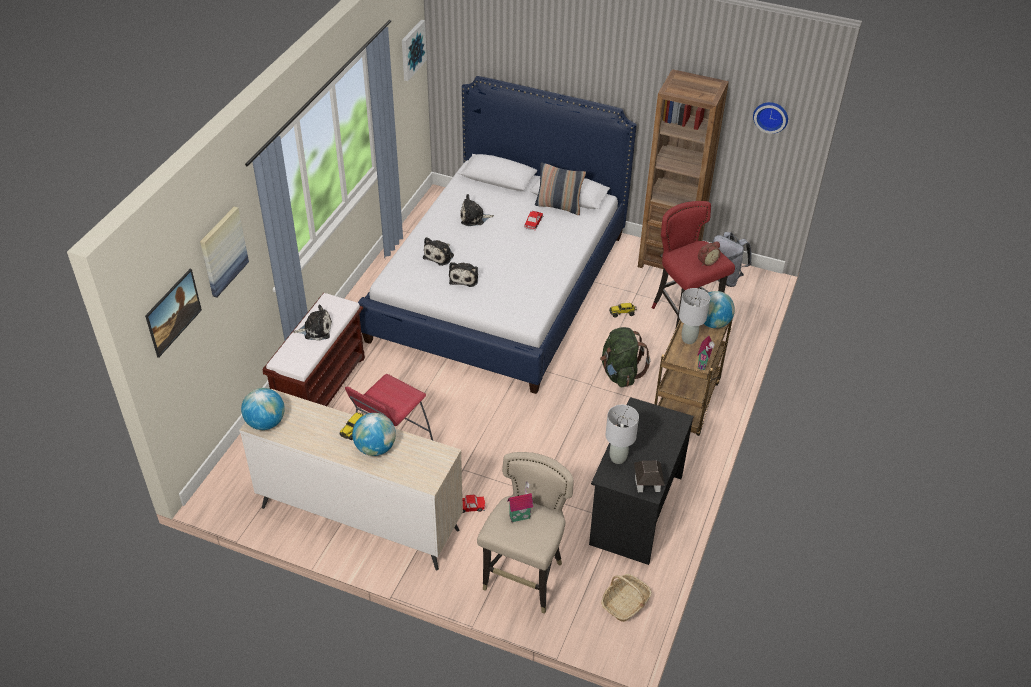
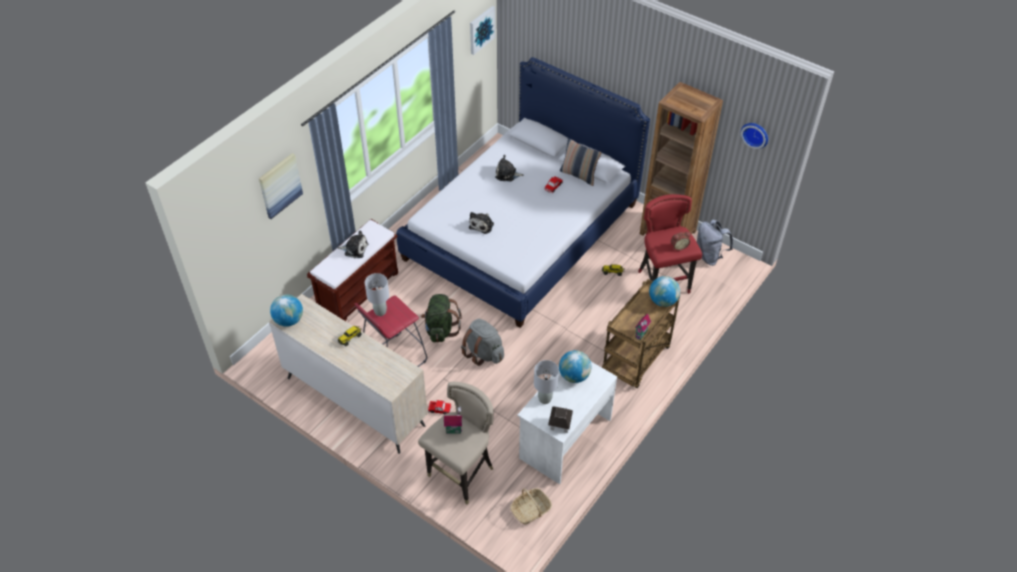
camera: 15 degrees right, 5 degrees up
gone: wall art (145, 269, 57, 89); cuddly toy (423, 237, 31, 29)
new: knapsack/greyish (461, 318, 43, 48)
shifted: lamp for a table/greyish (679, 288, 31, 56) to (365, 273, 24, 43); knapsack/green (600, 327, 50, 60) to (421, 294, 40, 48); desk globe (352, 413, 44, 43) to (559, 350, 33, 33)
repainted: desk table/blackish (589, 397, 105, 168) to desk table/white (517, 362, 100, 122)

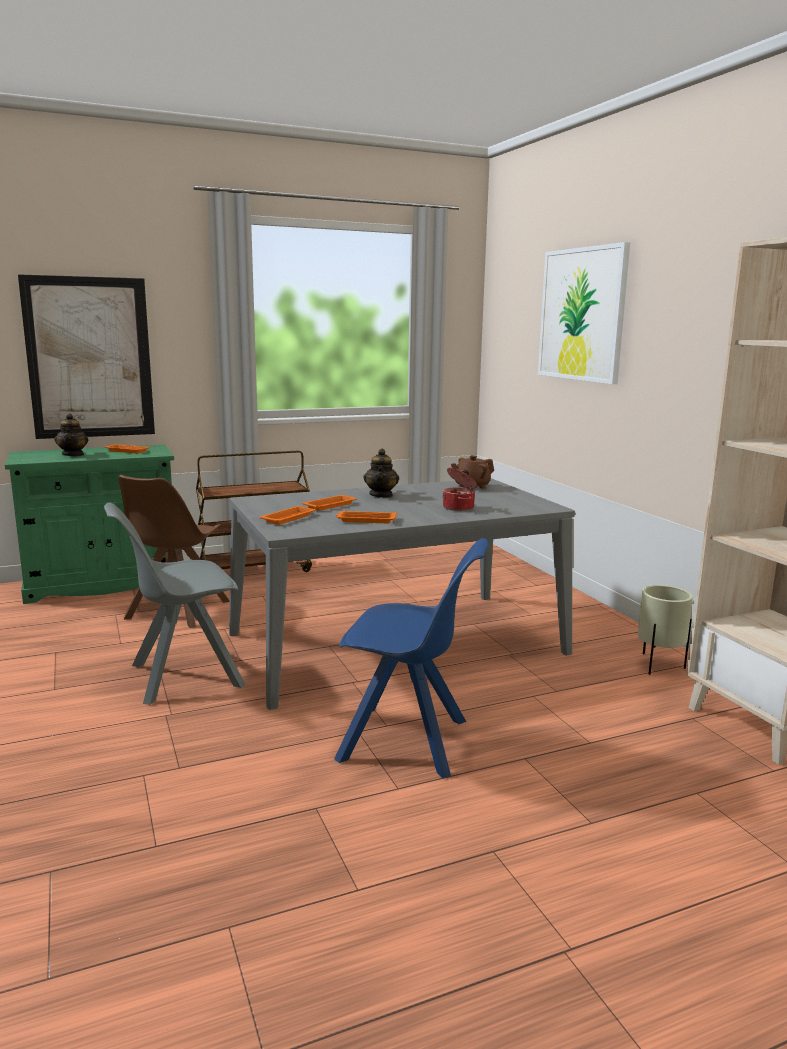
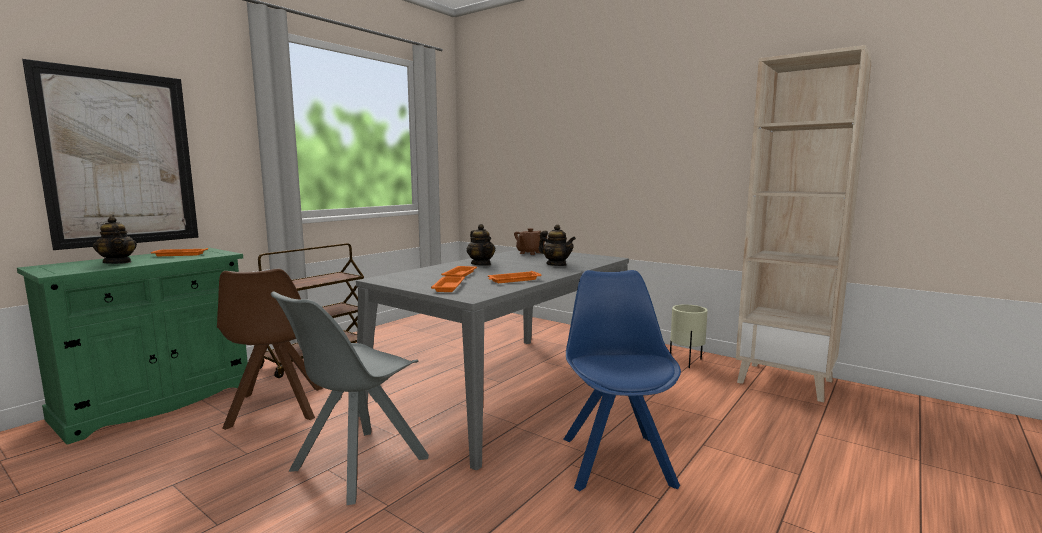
camera: 30 degrees left, 5 degrees down
gone: wall art (538, 242, 92, 142)
swapped: stockpot (442, 467, 35, 44) to teapot (539, 224, 37, 42)
rotated: chair/blue (334, 538, 155, 240) = (563, 270, 118, 221) 75 degrees counterclockwise

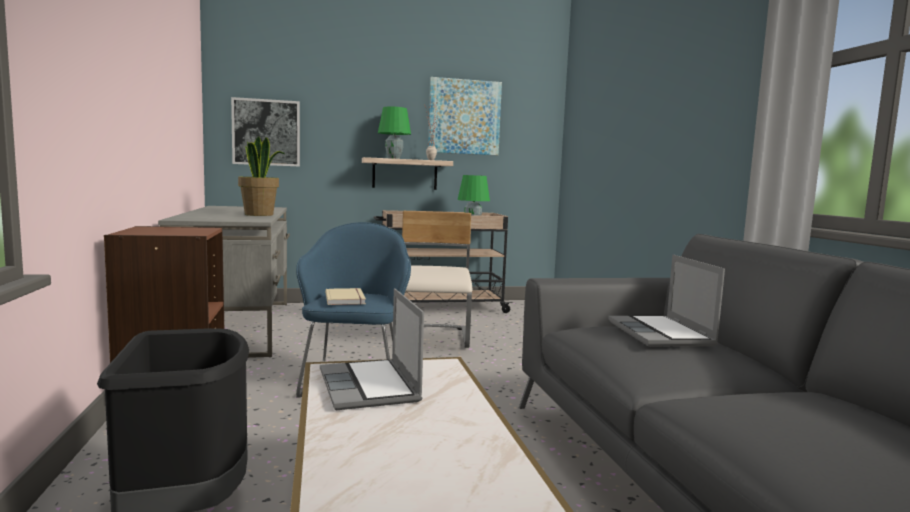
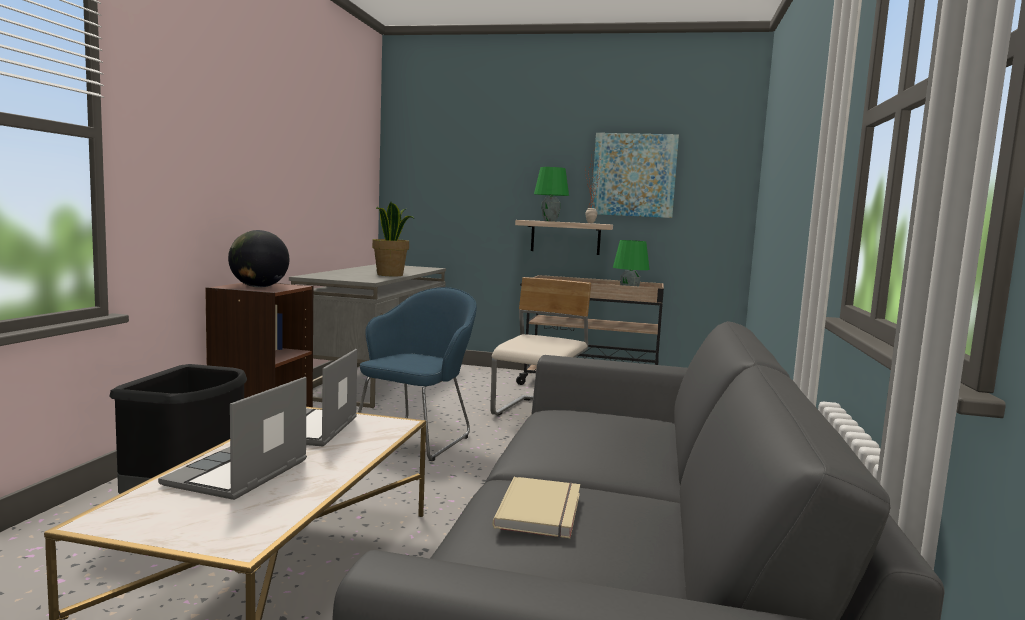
camera: 25 degrees right, 0 degrees up
gone: wall art (231, 97, 69, 70)
new: desk globe (228, 230, 61, 58)
shifted: notebook computer (608, 254, 117, 92) to (158, 377, 149, 123); volume/beige (325, 288, 41, 17) to (493, 477, 87, 61)

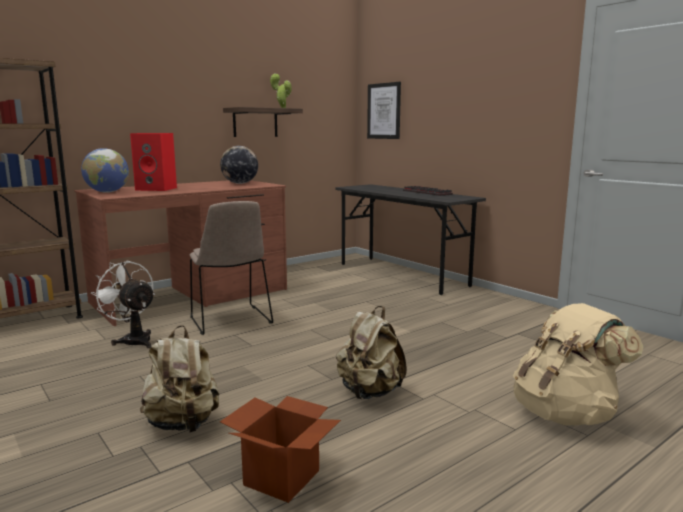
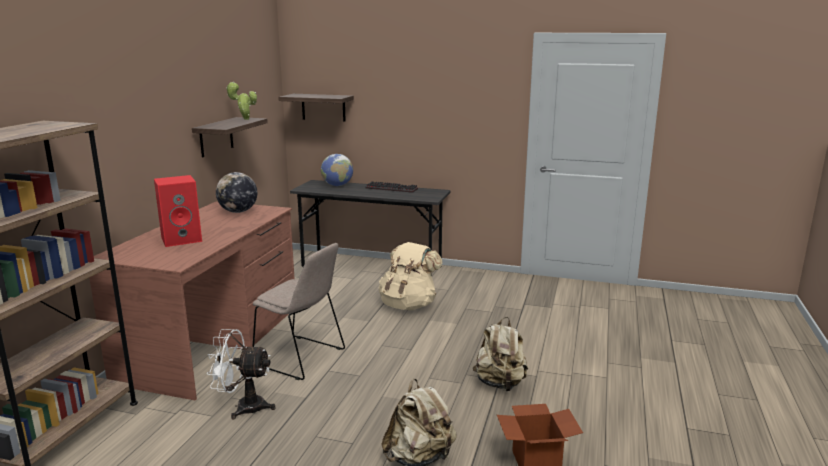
camera: 35 degrees left, 5 degrees up
shifted: desk globe (81, 148, 48, 45) to (321, 154, 32, 32); knapsack/beige (513, 303, 130, 123) to (378, 242, 65, 68)
swapped: wall art (367, 82, 34, 57) to shelf (278, 94, 76, 27)

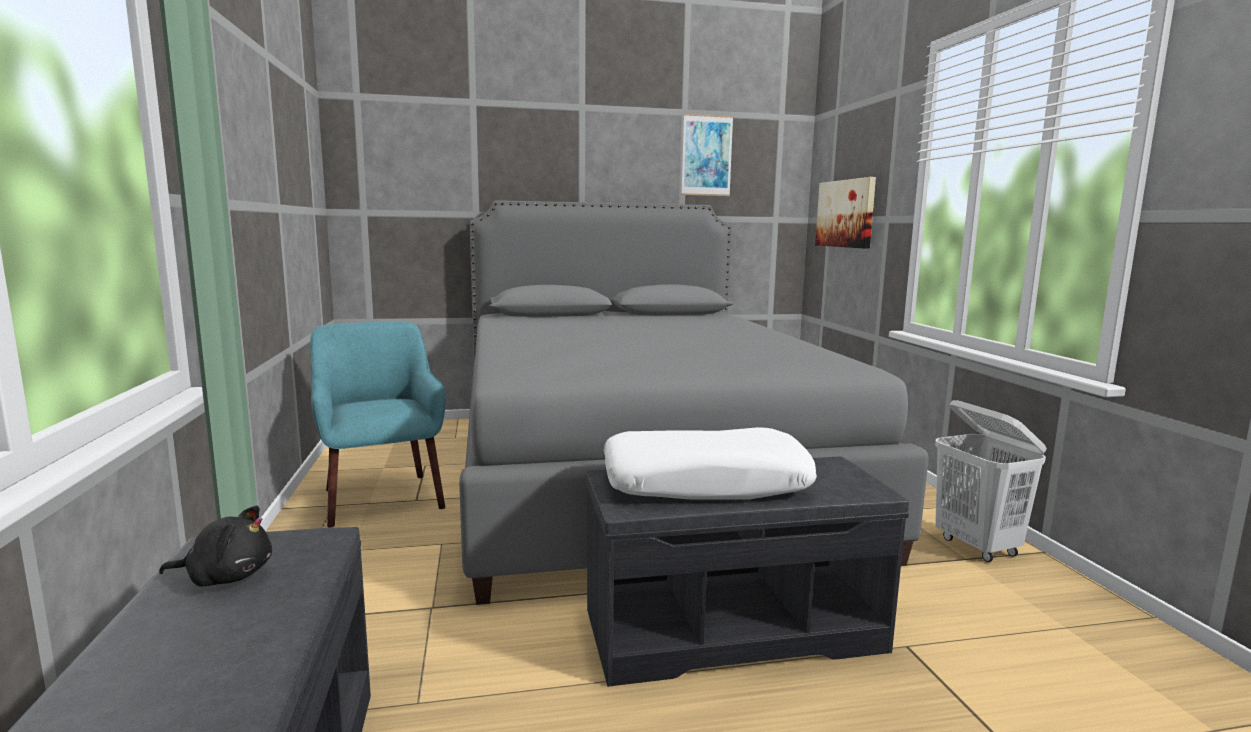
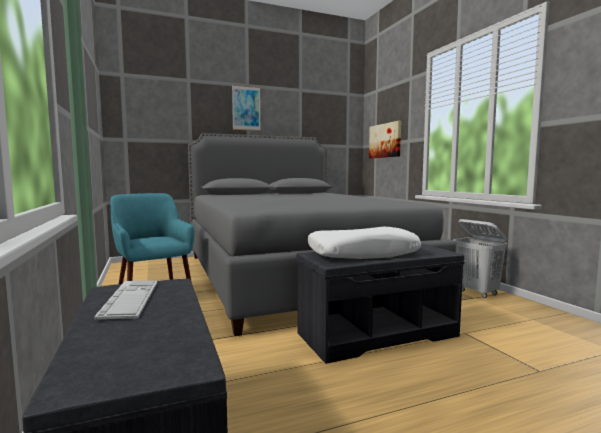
camera: 10 degrees left, 5 degrees down
shifted: wall art (681, 114, 52, 82) to (232, 85, 29, 46)
swapped: cuddly toy/blackish (159, 505, 113, 82) to computer keyboard (94, 280, 63, 39)

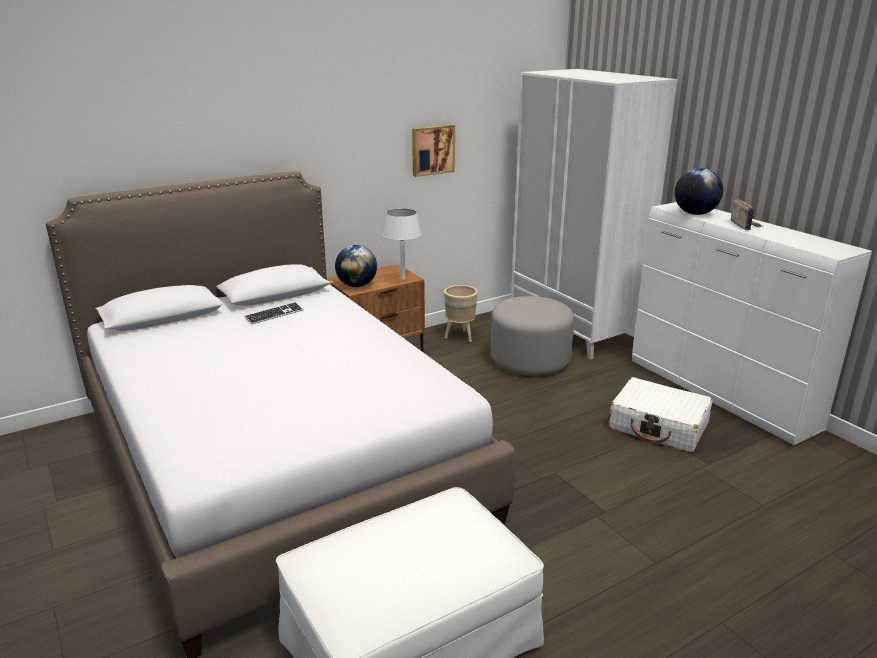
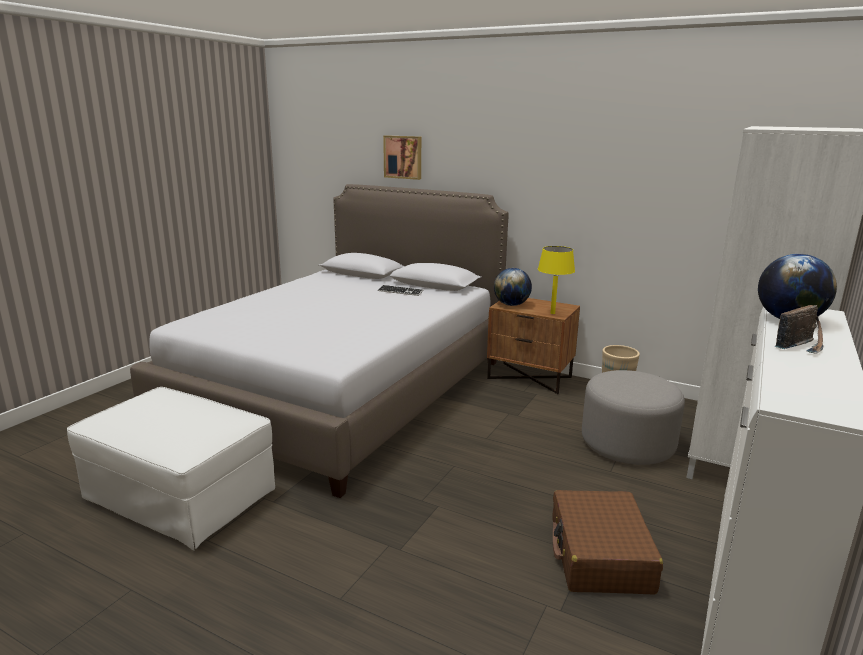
camera: 60 degrees right, 5 degrees down
shifted: wall art (412, 125, 43, 52) to (383, 135, 38, 45)
repainted: lamp for a table/white (383, 208, 38, 71) to lamp for a table/yellow-coloured (538, 246, 37, 68); piece of luggage/white (609, 377, 104, 76) to piece of luggage/brown (552, 490, 111, 104)

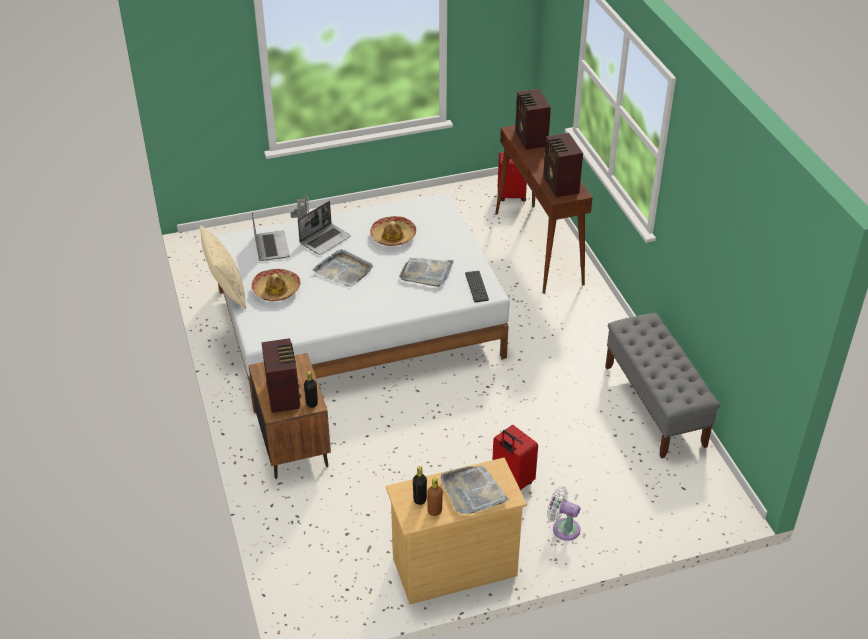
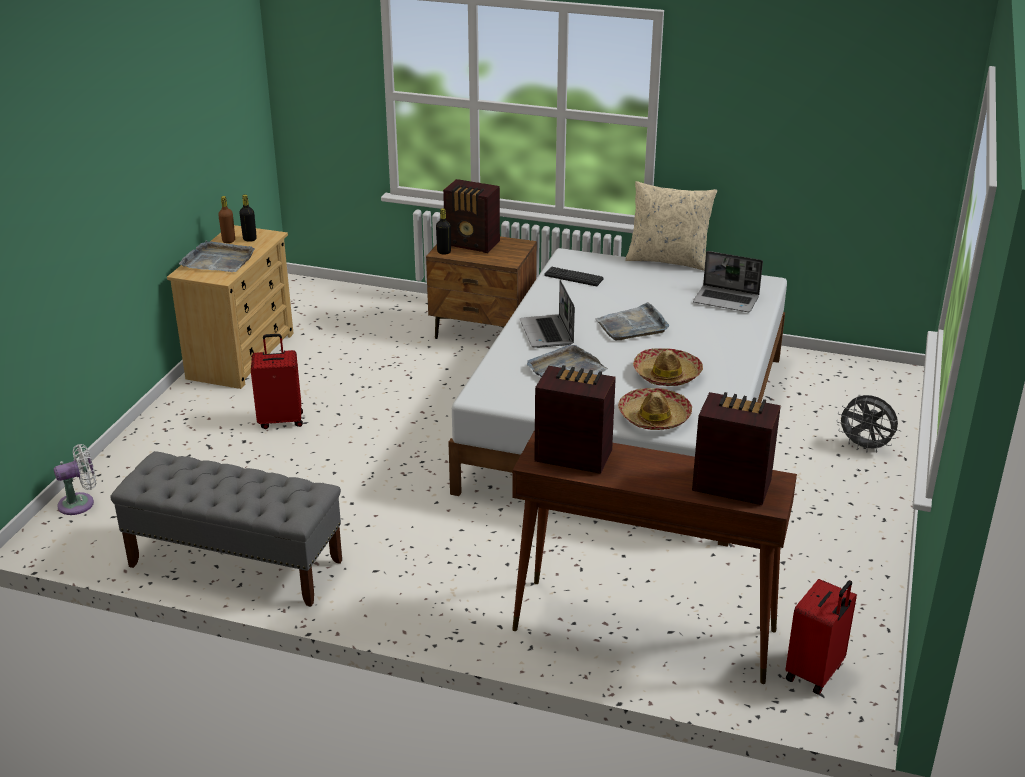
camera: 125 degrees right, 10 degrees down
shifted: fan/white (547, 486, 33, 55) to (54, 444, 42, 71); notebook computer (298, 201, 53, 54) to (520, 280, 55, 68); computer keyboard (465, 271, 24, 31) to (544, 267, 60, 19); wearable hat (251, 269, 50, 32) to (618, 388, 74, 42)

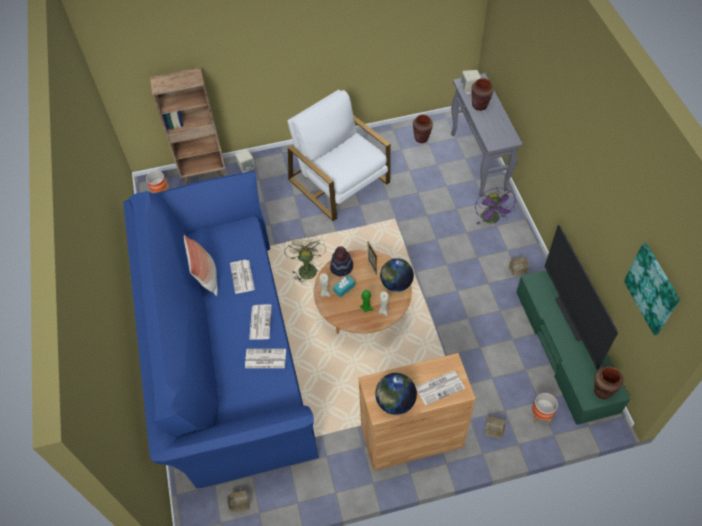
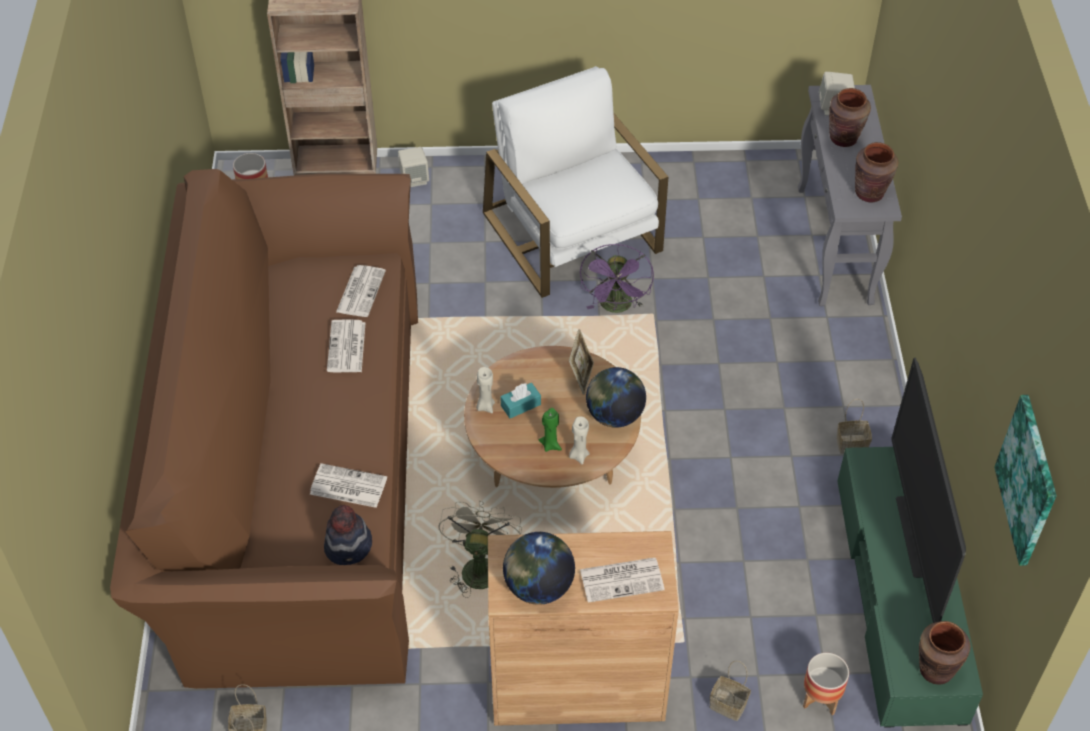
camera: 10 degrees right, 5 degrees down
gone: cushion (184, 234, 34, 62)
shifted: wearable hat (330, 246, 23, 31) to (324, 505, 48, 60); printed paper (249, 305, 23, 35) to (336, 265, 50, 52); fan/beige (284, 235, 42, 50) to (438, 501, 84, 97); fan/purple-coloured (475, 188, 42, 37) to (580, 244, 74, 69); vase/brown (413, 115, 20, 28) to (855, 142, 43, 60)
repainted: settee/blue (123, 171, 196, 317) to settee/brown (110, 169, 308, 520)

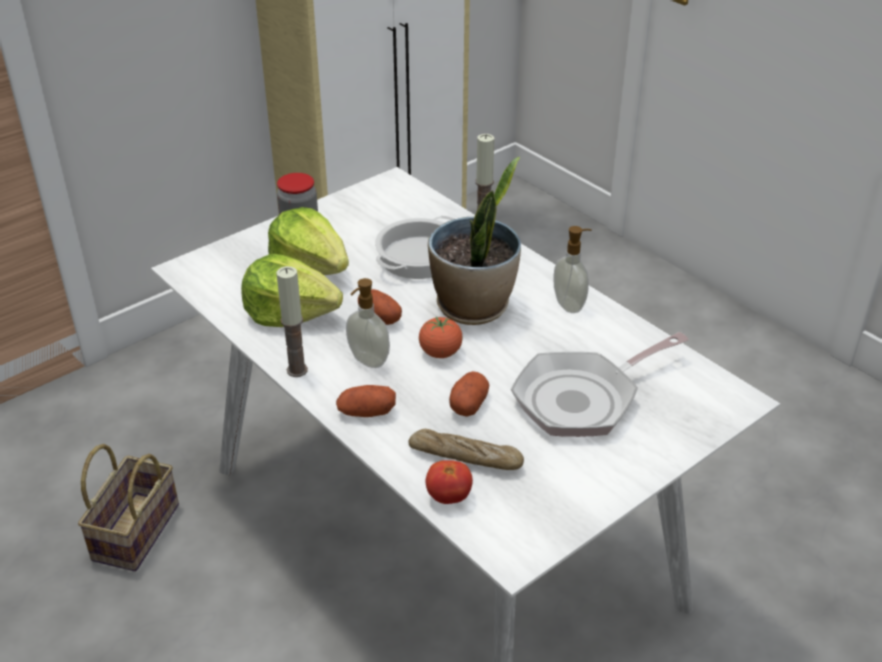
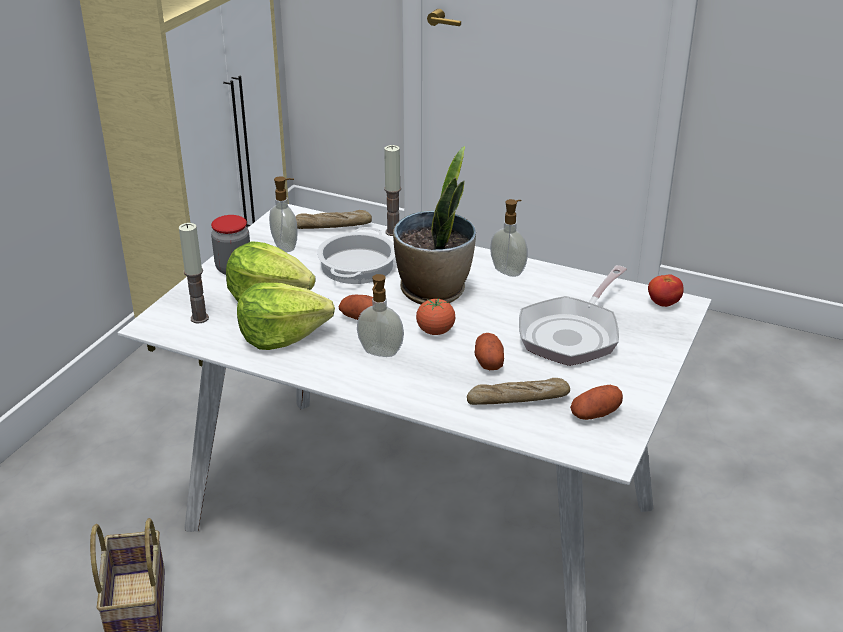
camera: 25 degrees left, 5 degrees down
new: soap dispenser (269, 176, 28, 76); bread (295, 210, 77, 19)
shifted: candle (276, 266, 32, 111) to (179, 223, 30, 101); whole potato (336, 385, 60, 32) to (570, 385, 53, 35); fresh tomato (426, 460, 47, 44) to (648, 274, 36, 33)

